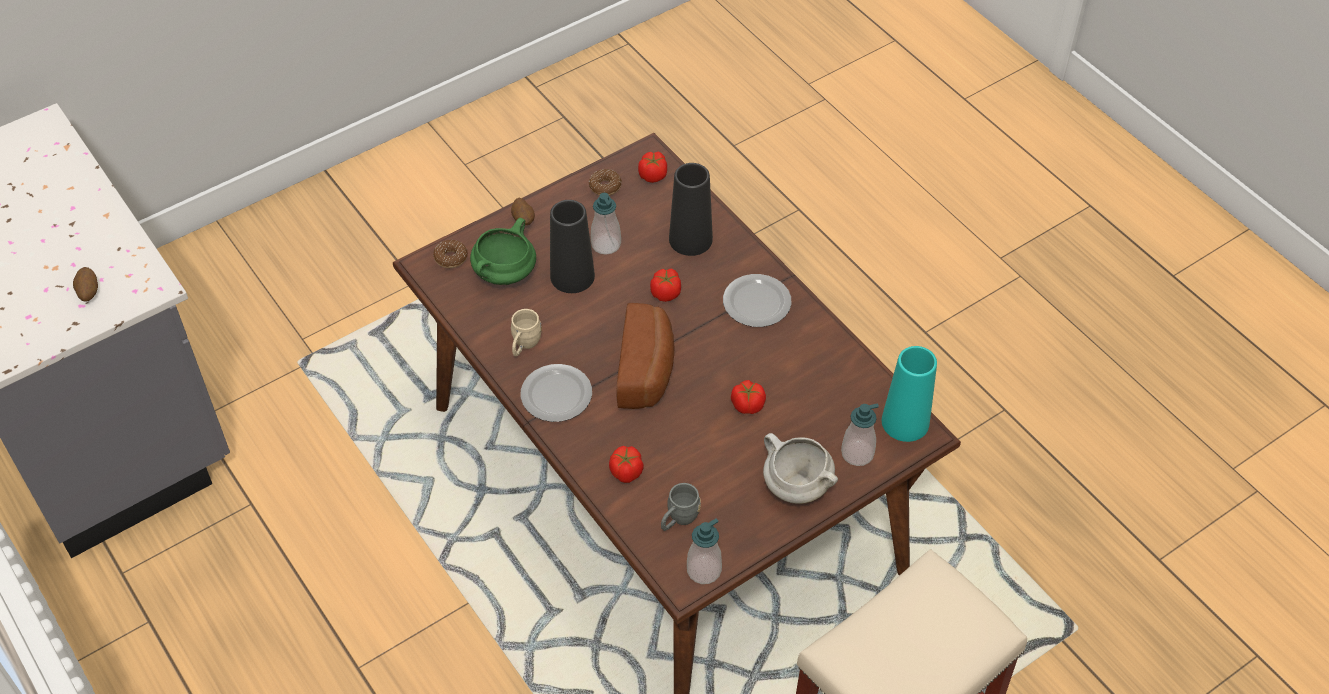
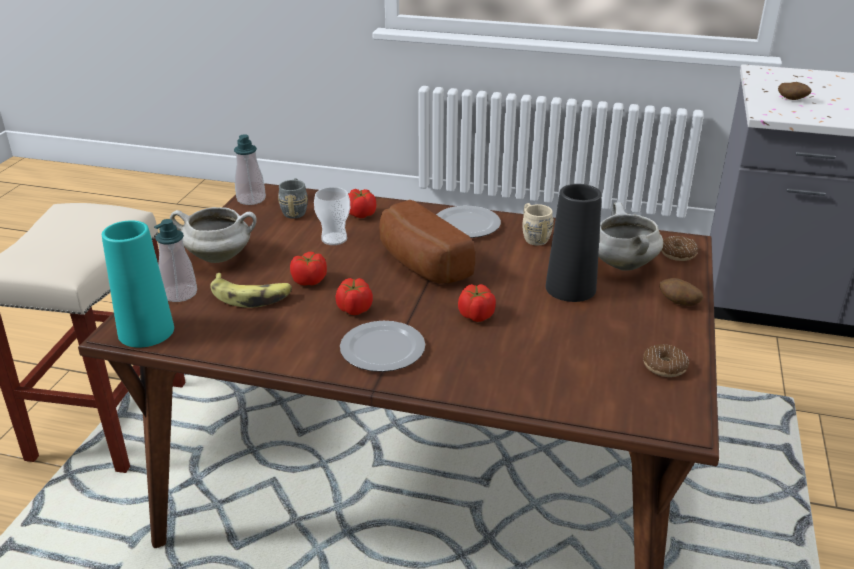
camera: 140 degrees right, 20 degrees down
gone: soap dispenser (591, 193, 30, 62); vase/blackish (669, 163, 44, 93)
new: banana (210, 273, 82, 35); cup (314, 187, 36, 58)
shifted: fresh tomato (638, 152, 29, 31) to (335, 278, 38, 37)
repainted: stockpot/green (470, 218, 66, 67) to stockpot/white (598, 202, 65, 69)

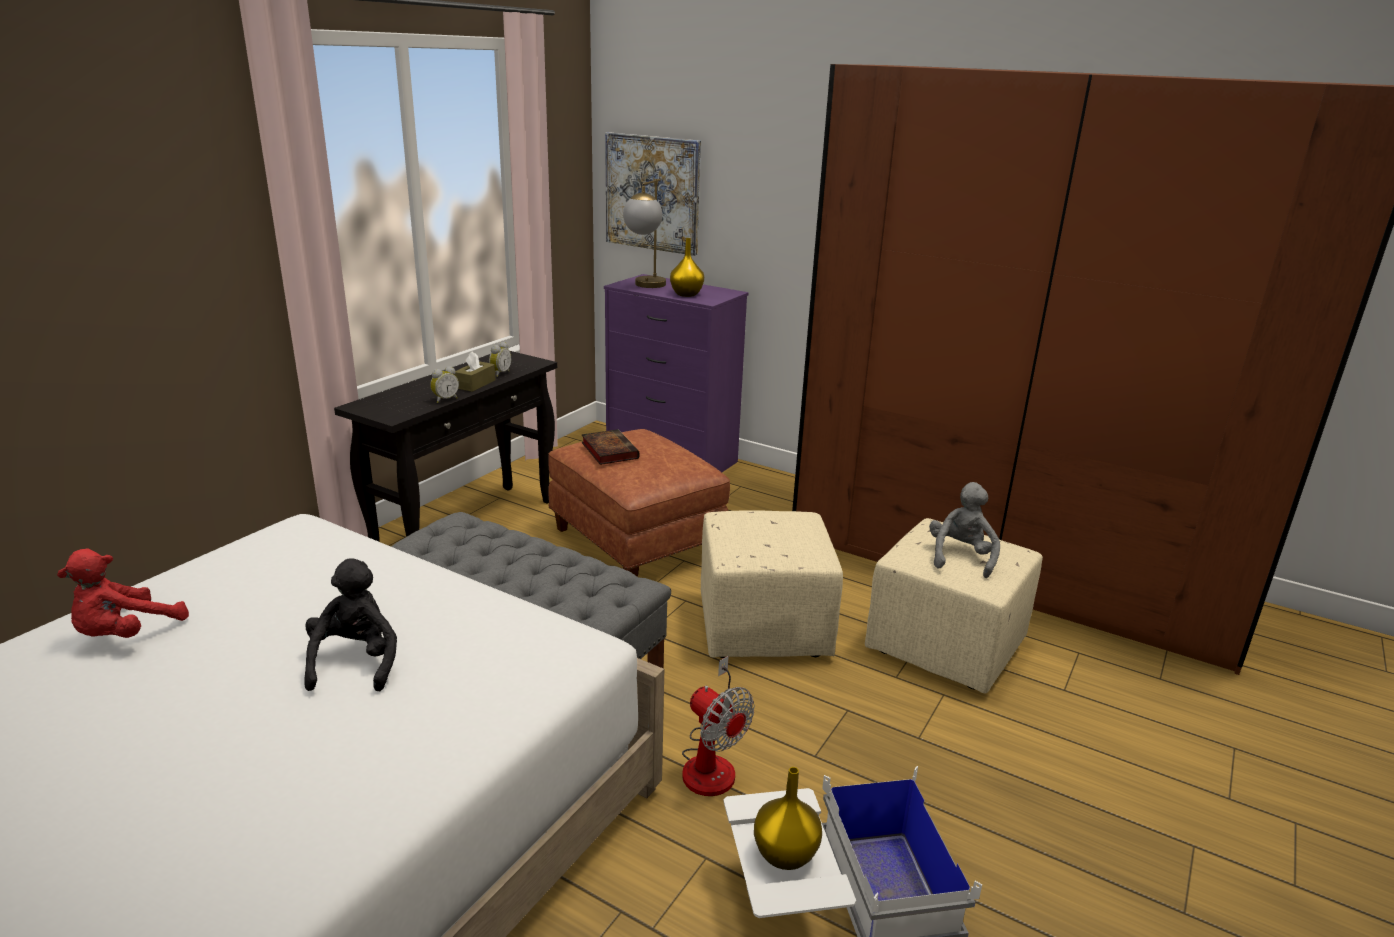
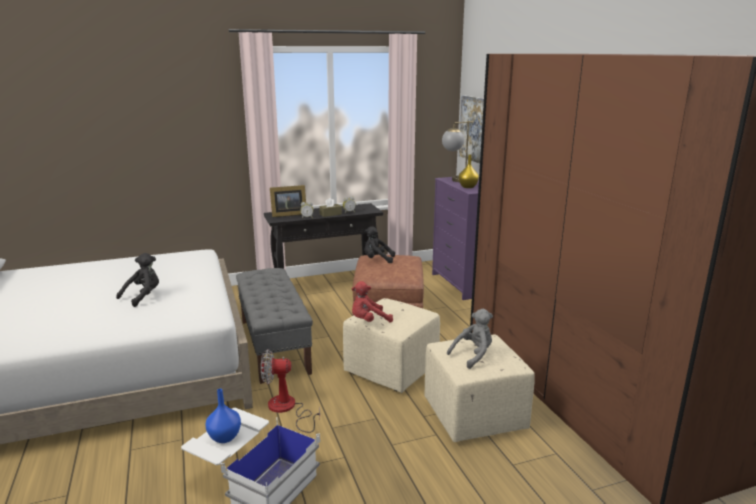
camera: 40 degrees right, 5 degrees down
new: standing frame (270, 185, 36, 32)
shifted: cuddly toy/red-coloured (57, 548, 132, 90) to (352, 281, 41, 41)
swapped: volume (581, 429, 59, 36) to cuddly toy/blackish (364, 226, 31, 37)
repainted: vase/yellow-coloured (754, 767, 68, 103) to vase/blue (206, 389, 35, 54)
rotated: fan (682, 656, 73, 140) = (261, 349, 59, 84) 90 degrees clockwise

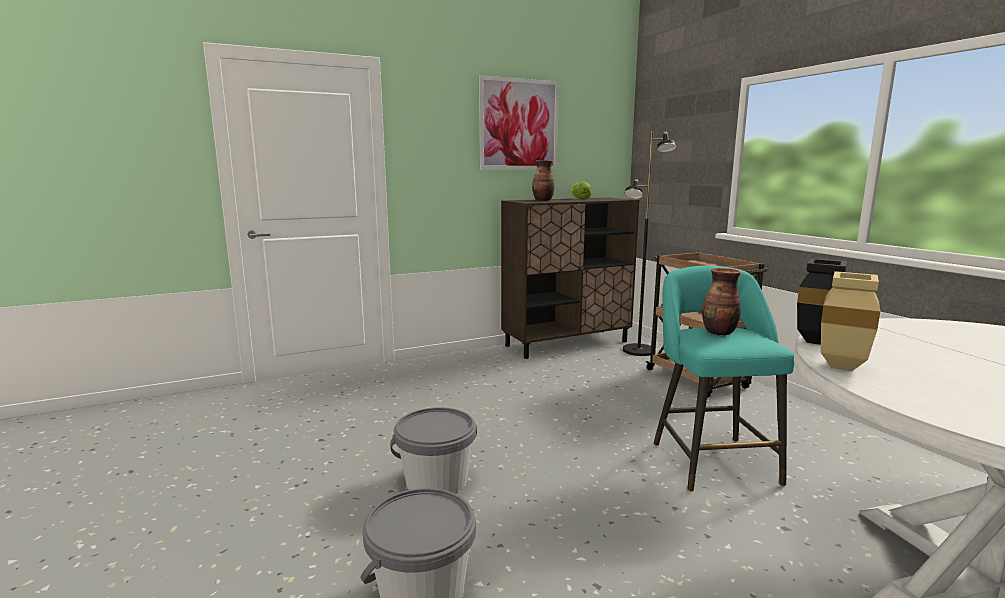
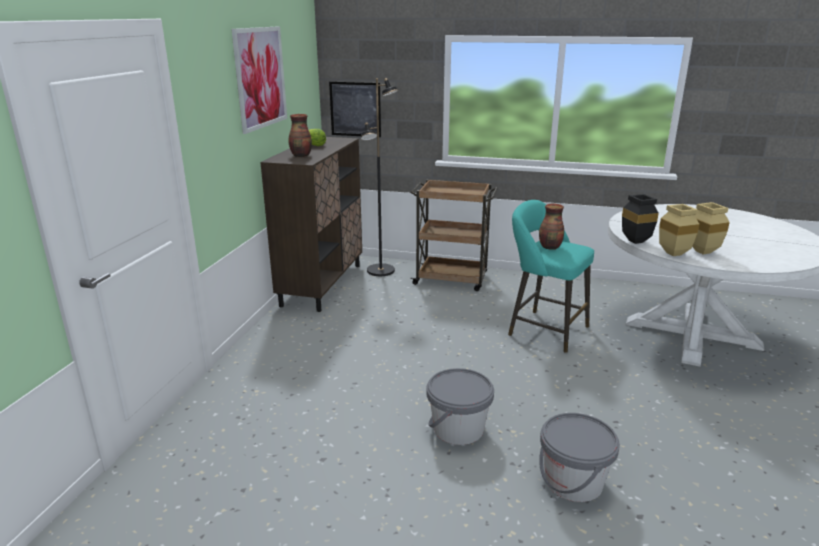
camera: 50 degrees left, 10 degrees up
new: wall art (329, 82, 52, 55); vase/beige (692, 202, 38, 52)

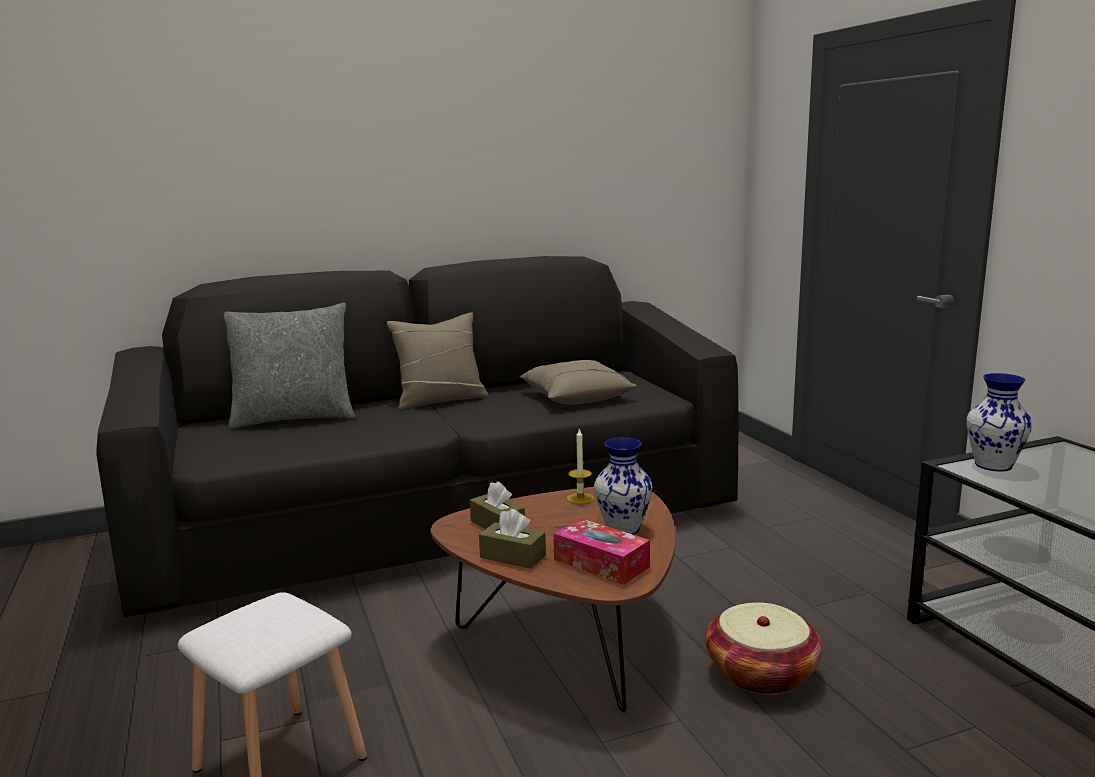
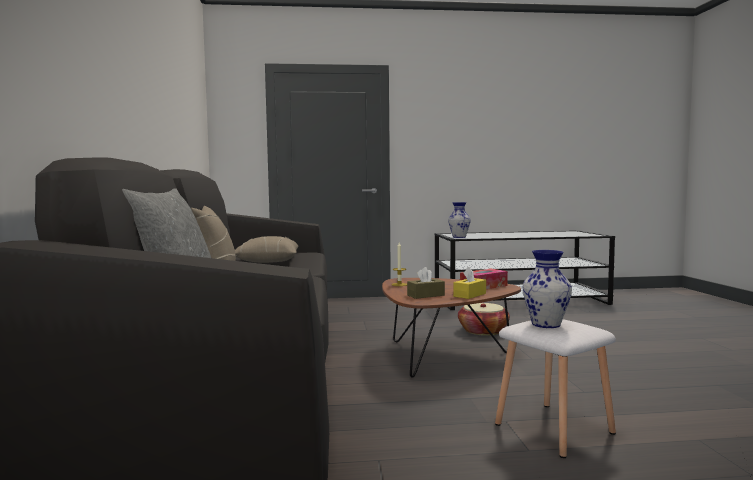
camera: 75 degrees left, 10 degrees down
shifted: vase (594, 437, 58, 98) to (523, 250, 49, 78)
repainted: box of tissues/brown (479, 509, 67, 60) to box of tissues/yellow-coloured (453, 267, 33, 32)

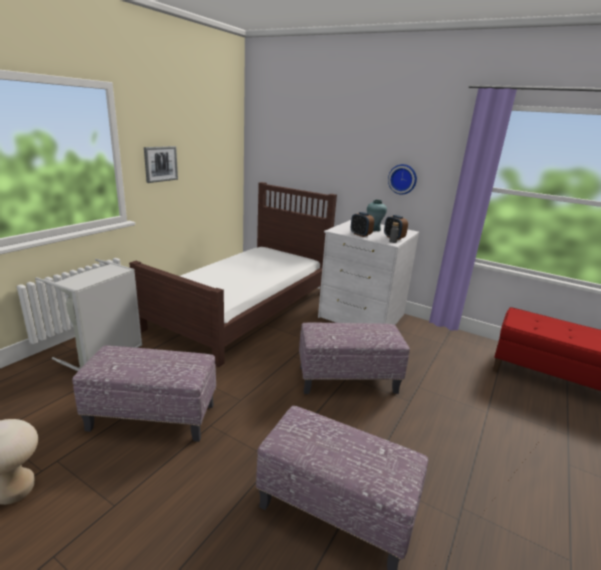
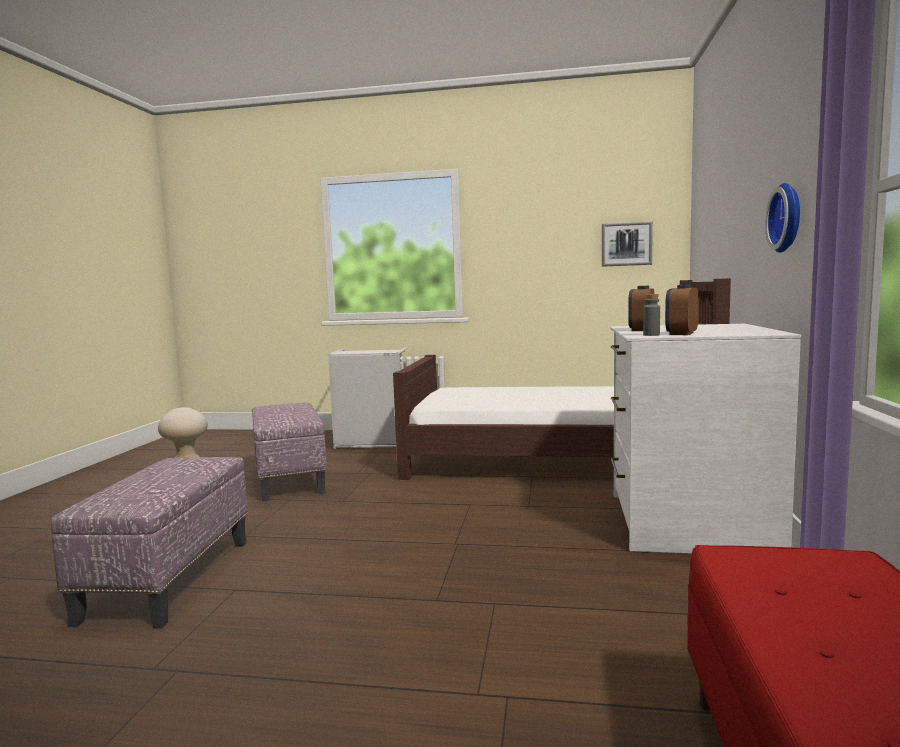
camera: 70 degrees right, 15 degrees down
gone: ottoman (299, 323, 111, 71); vase/turquoise (367, 200, 20, 31)
shifted: wall art (144, 146, 34, 37) to (602, 221, 51, 46)

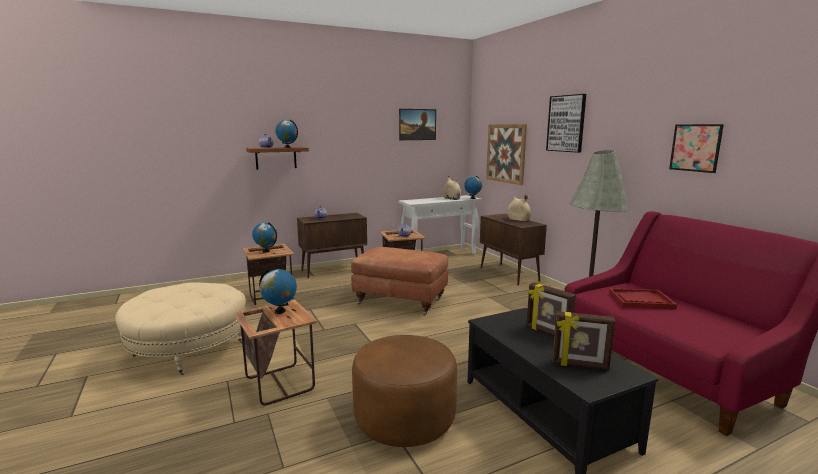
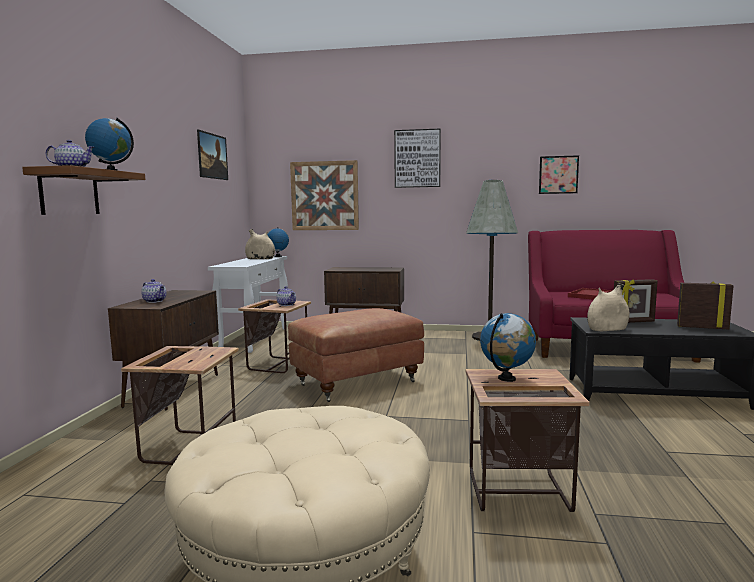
camera: 55 degrees left, 5 degrees down
gone: desk globe (252, 222, 25, 31); ottoman/brown (352, 335, 105, 112)
shifted: vase/beige (508, 195, 23, 26) to (587, 283, 43, 48)
rotated: standing frame (552, 311, 63, 60) = (677, 282, 57, 48) 120 degrees counterclockwise

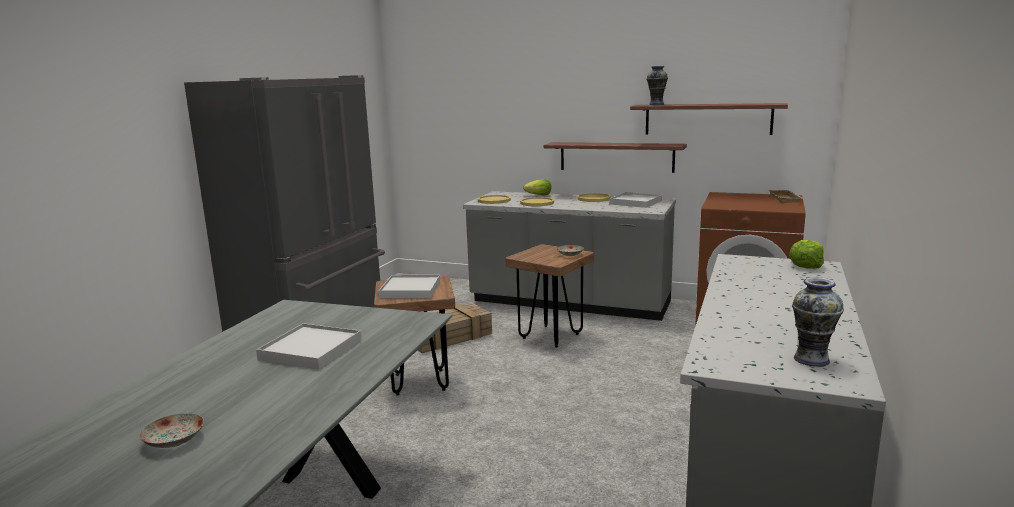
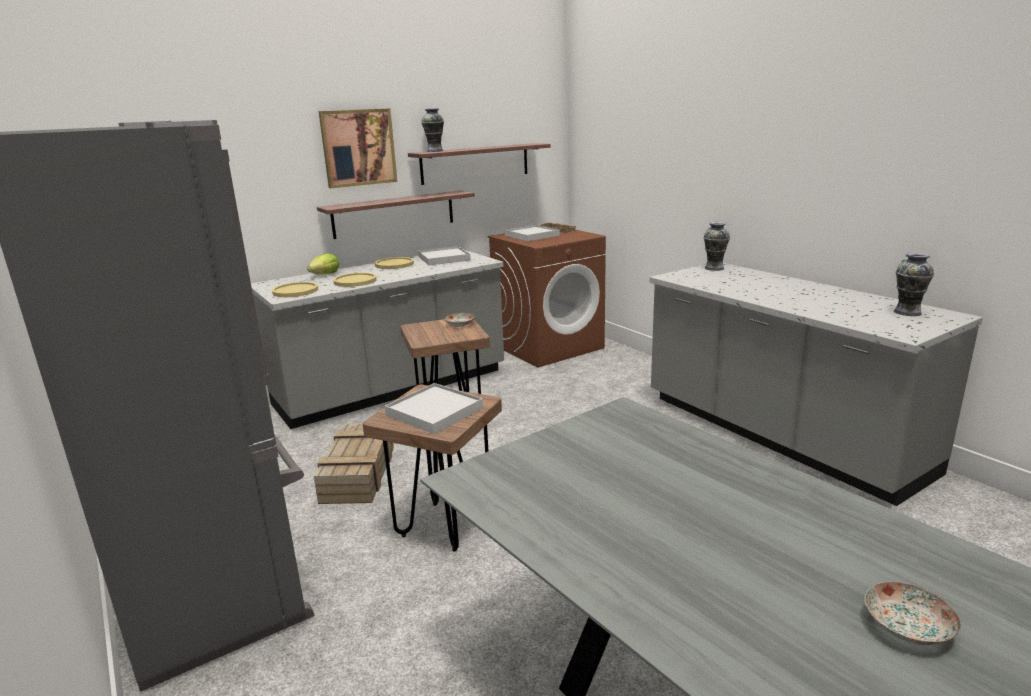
camera: 55 degrees left, 5 degrees up
new: wall art (319, 109, 78, 79)
shifted: serving tray/white (256, 323, 106, 46) to (505, 225, 55, 16)
swapped: head of lettuce (789, 240, 35, 29) to vase (703, 222, 27, 49)

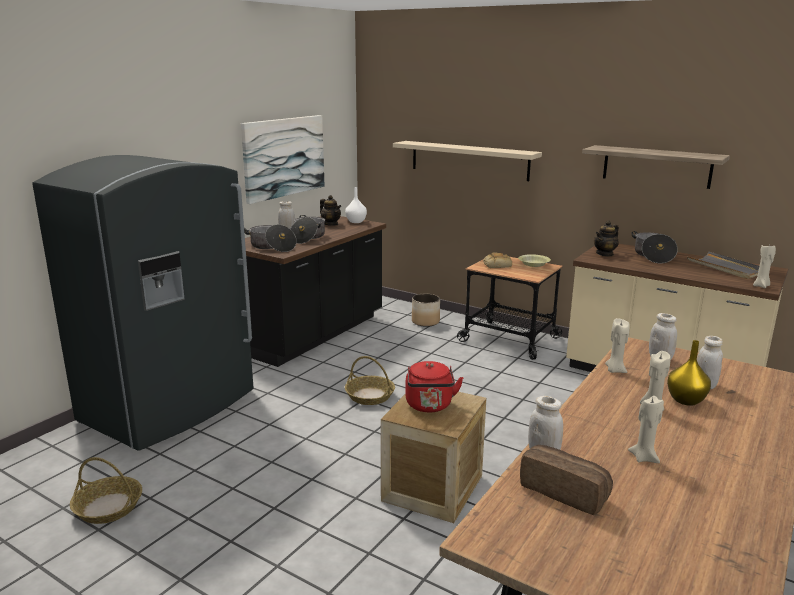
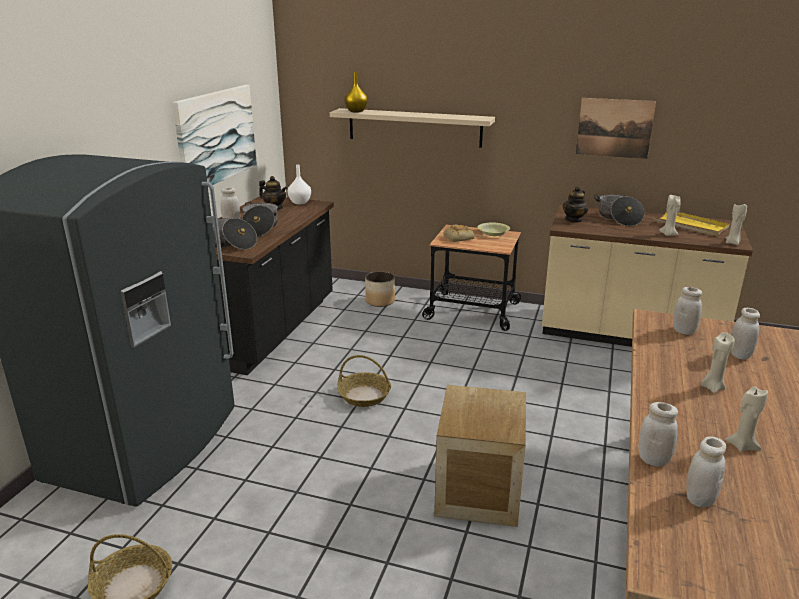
camera: 15 degrees left, 5 degrees up
gone: tea kettle/red-coloured (405, 361, 58, 51)
shifted: vase/yellow-coloured (667, 340, 44, 66) to (345, 72, 23, 40); candle/beige (605, 318, 25, 55) to (659, 195, 22, 41)
swapped: shelf (582, 145, 148, 44) to wall art (576, 98, 80, 61); bread (520, 445, 93, 70) to storage jar/white (686, 436, 40, 71)
repainted: serving tray/greyish (687, 252, 72, 27) to serving tray/yellow-coloured (653, 211, 77, 25)

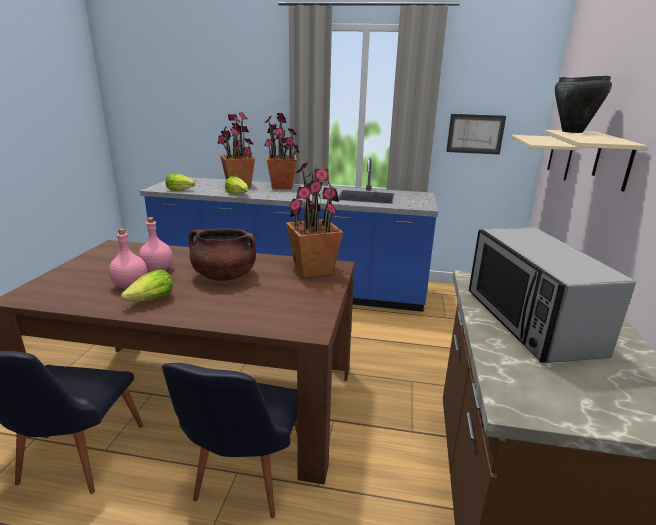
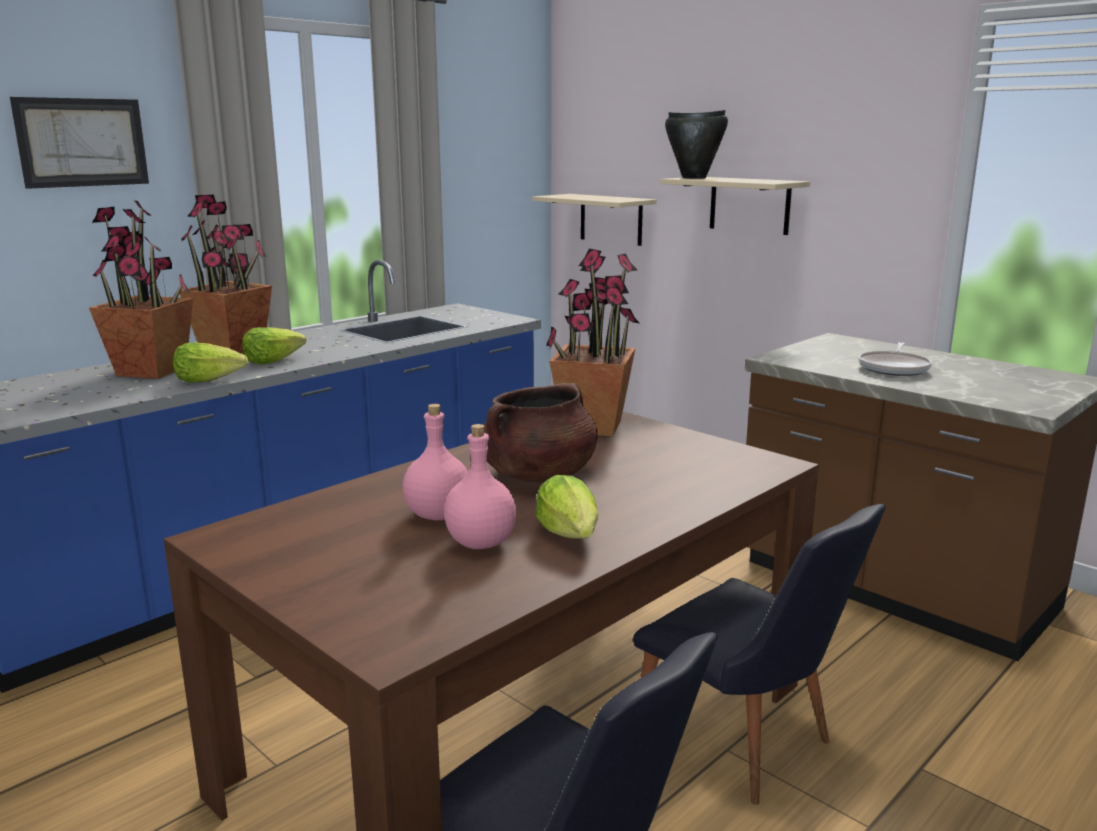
camera: 55 degrees left, 5 degrees down
shifted: wall art (446, 114, 60, 41) to (10, 97, 139, 92); head of lettuce (166, 173, 30, 18) to (242, 327, 64, 38)
swapped: microwave oven (469, 228, 167, 135) to frying pan (858, 342, 74, 34)

